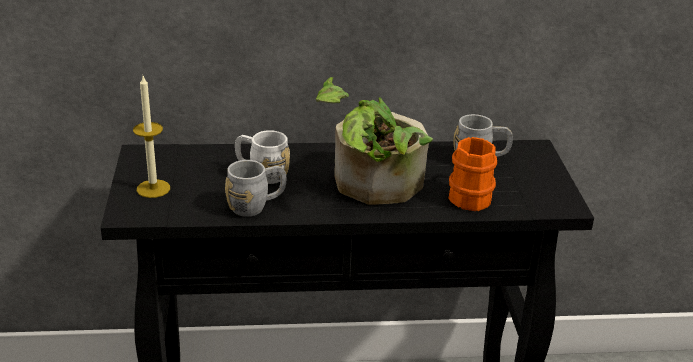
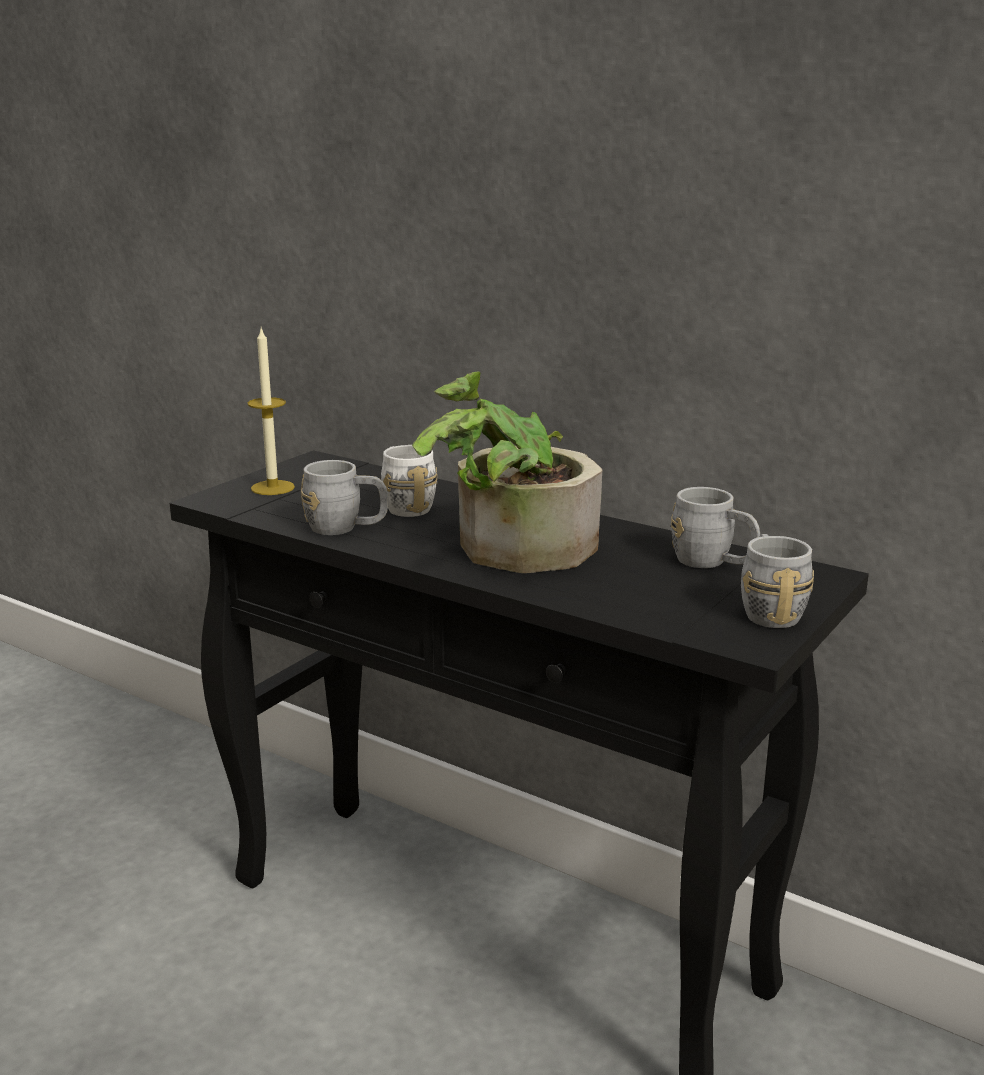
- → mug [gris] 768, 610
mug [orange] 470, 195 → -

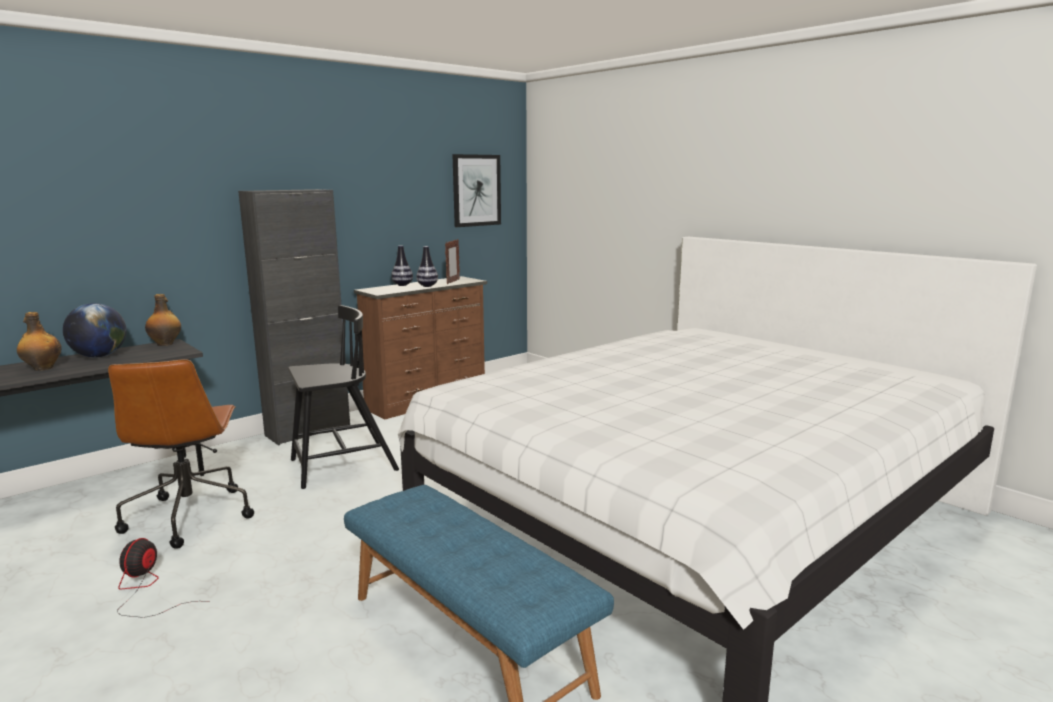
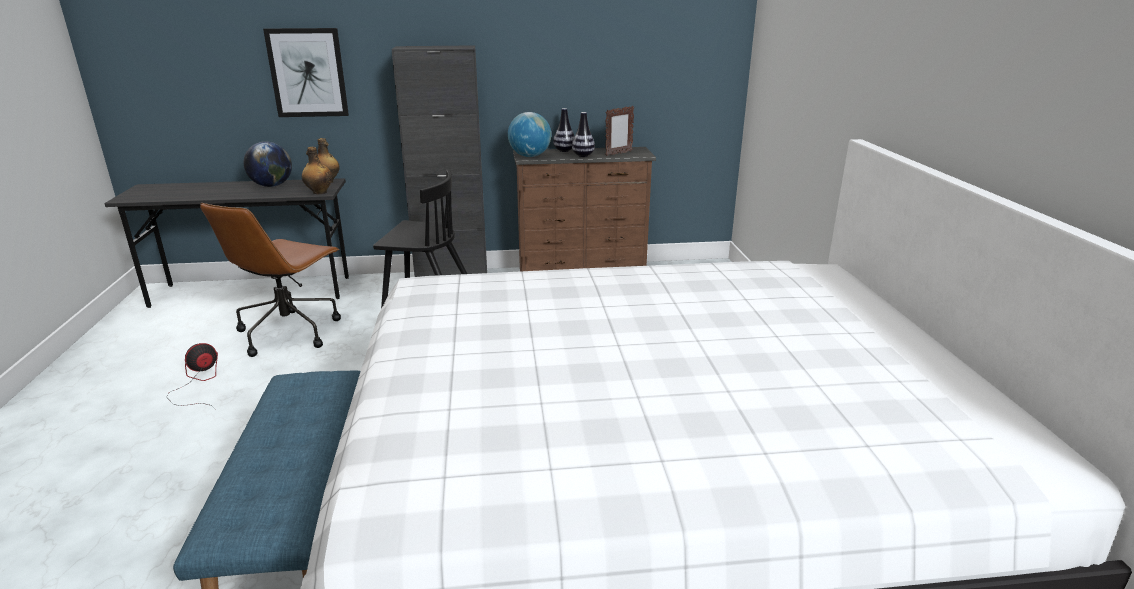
tableau 476, 190 → tableau 307, 73, relocated
bouteille 42, 368 → bouteille 319, 192, relocated
- → globe 529, 156

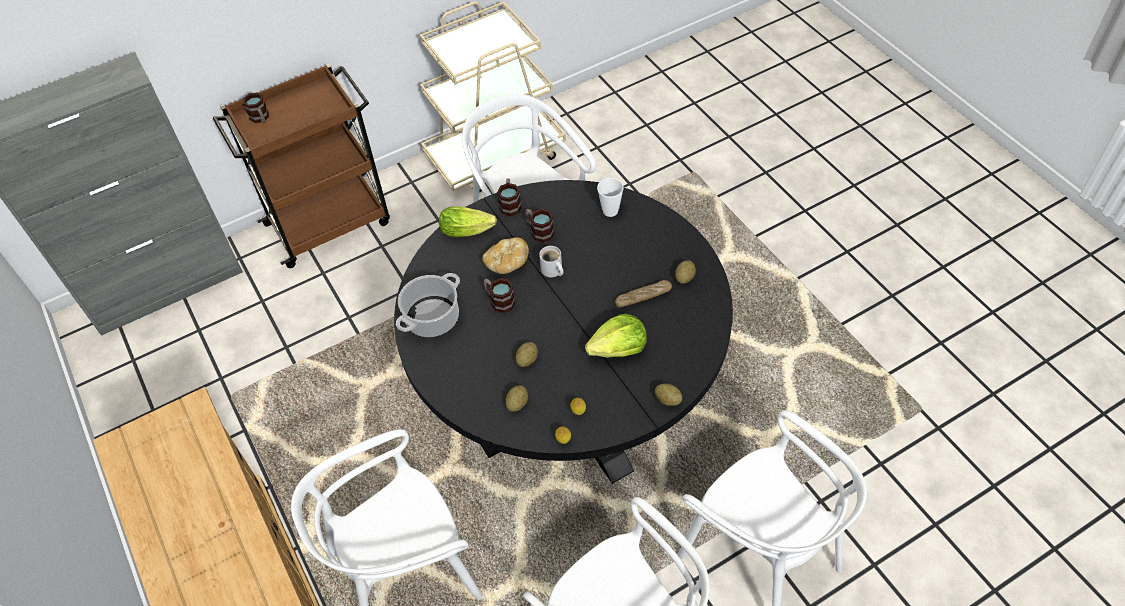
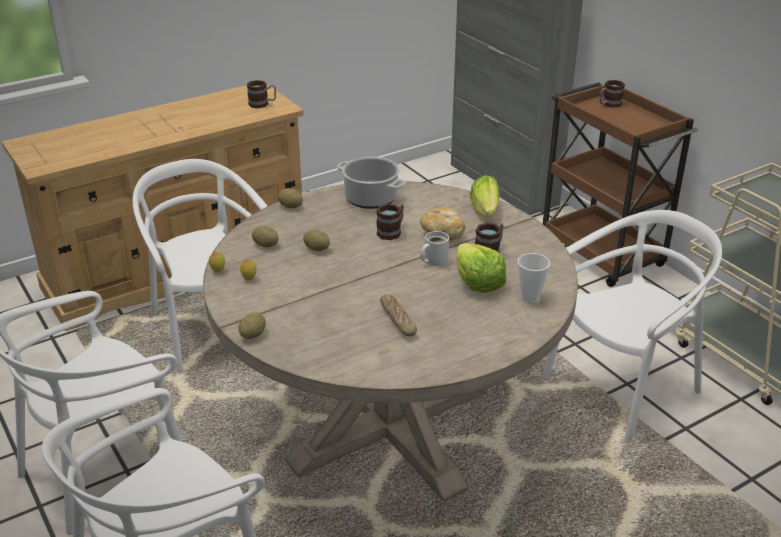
table à manger [noir] 569, 402 → table à manger [beige] 390, 426
mug 510, 204 → mug 262, 104, relocated
pomme de terre 684, 277 → pomme de terre 290, 206, relocated
laitue 618, 349 → laitue 477, 283, relocated

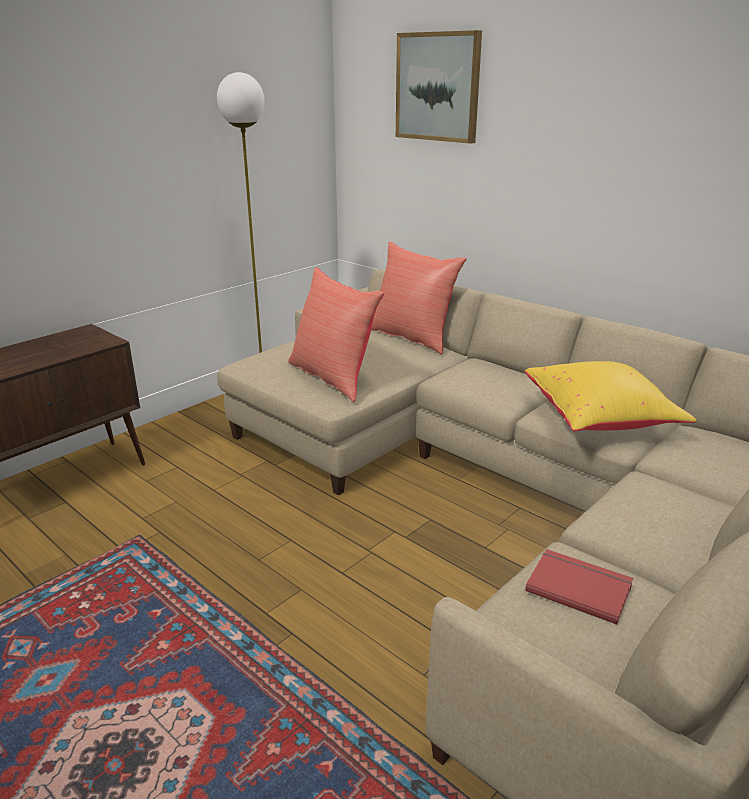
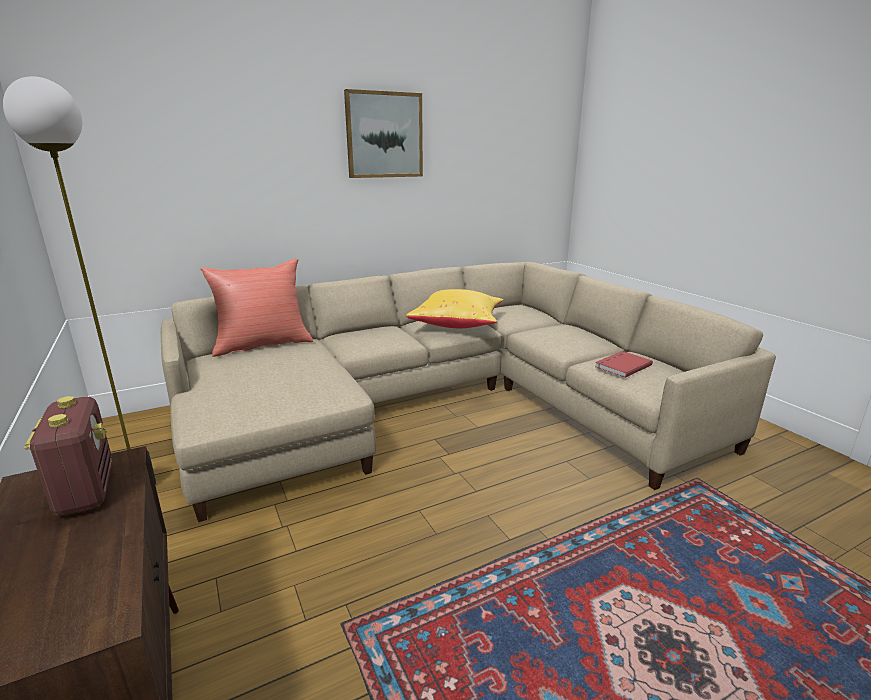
- → radio 86, 491
tableau 438, 87 → tableau 384, 135, relocated
coussin [rouge] 333, 377 → -

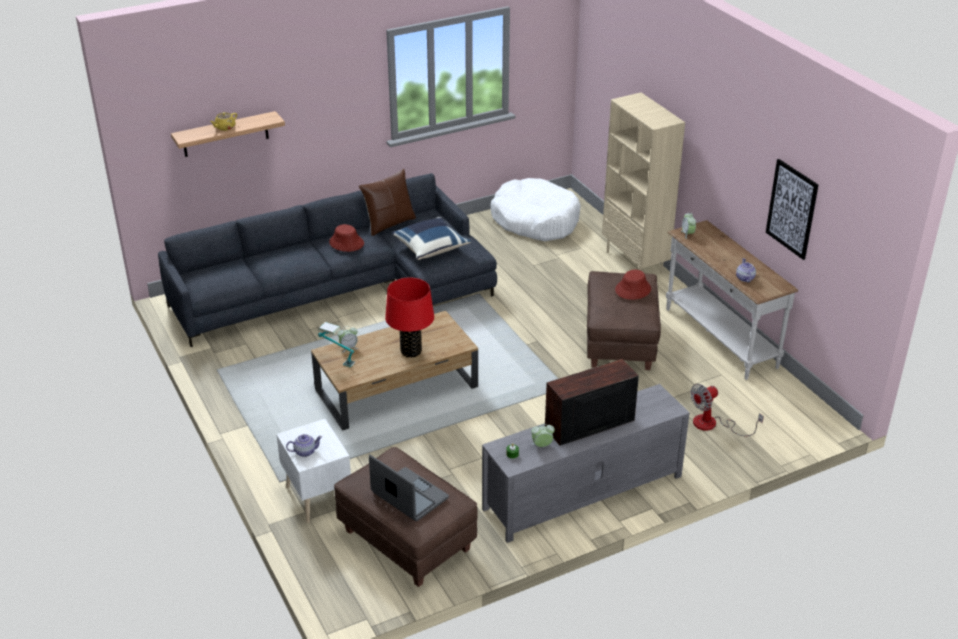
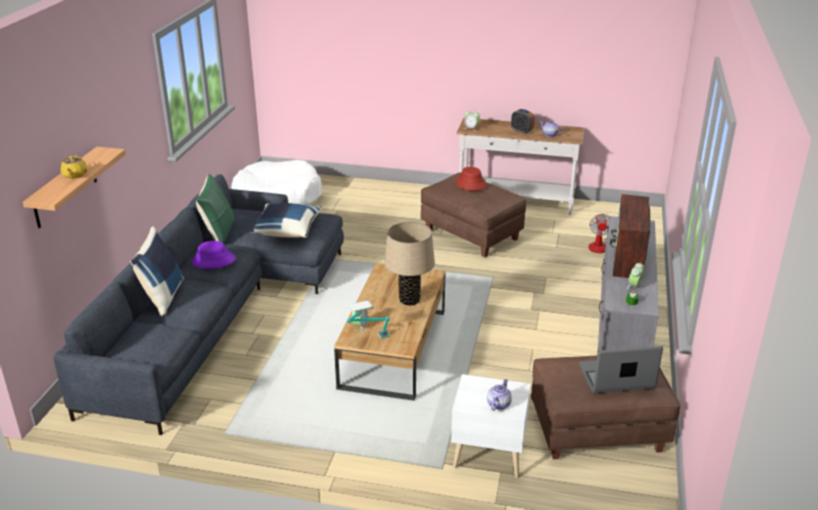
- → coussin [bleu] 162, 297
chapeau [rouge] 346, 243 → chapeau [violet] 213, 260
coussin [marron] 389, 224 → coussin [vert] 218, 233
lampe de table [rouge] 411, 352 → lampe de table [beige] 409, 300
- → réveil 521, 131
bibliothèque [beige] 635, 262 → -
tableau 792, 209 → -

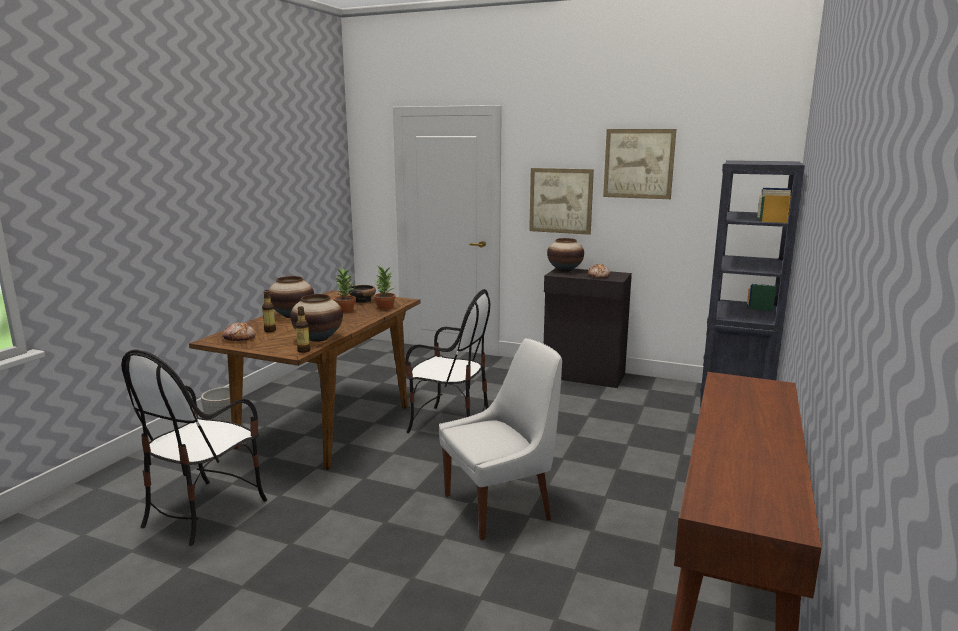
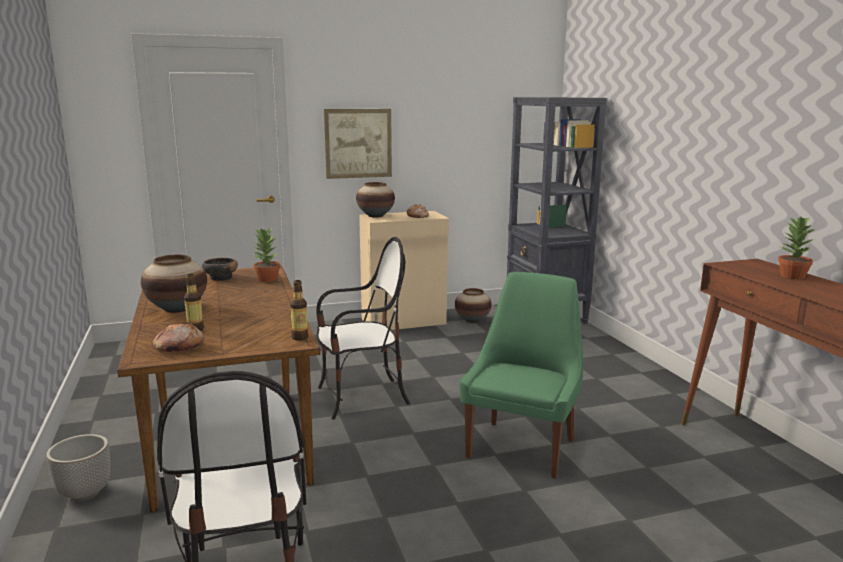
meuble de rangement [noir] 584, 376 → meuble de rangement [beige] 404, 321
vase 318, 338 → vase 472, 320, relocated
chaise [blanc] 501, 506 → chaise [vert] 522, 446
plante en pot 345, 310 → plante en pot 791, 276, relocated
tableau 638, 163 → -

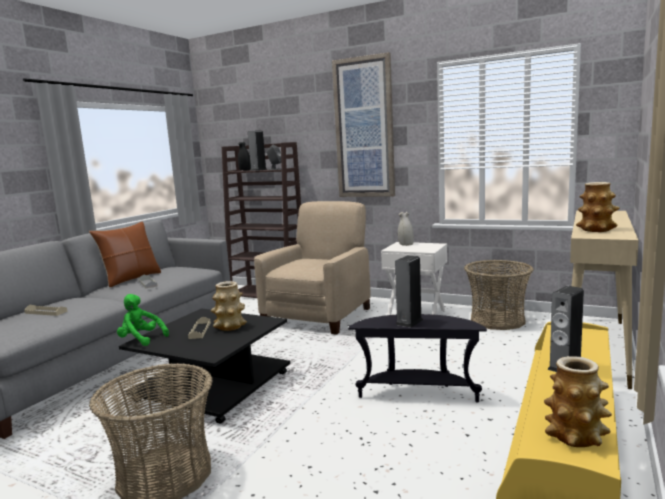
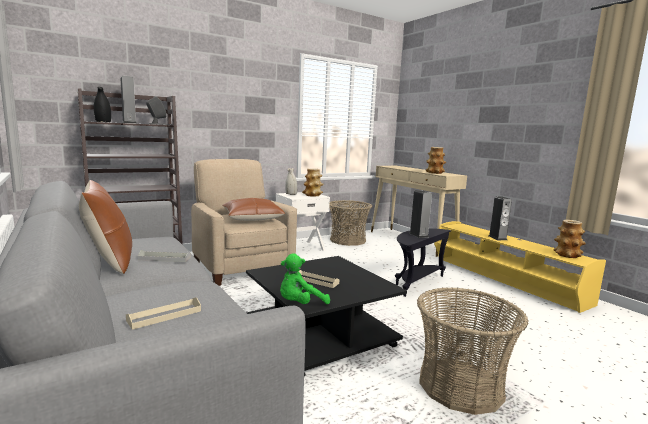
- → coussin [marron] 252, 218
vase 230, 327 → vase 312, 195, relocated
tableau 364, 128 → -

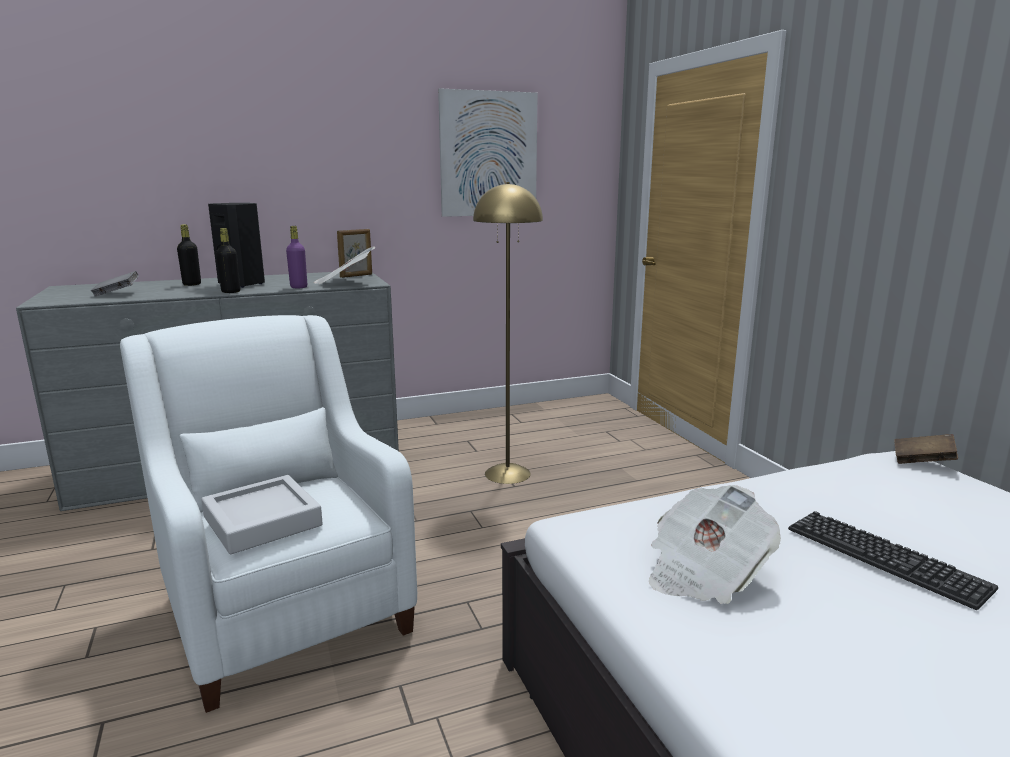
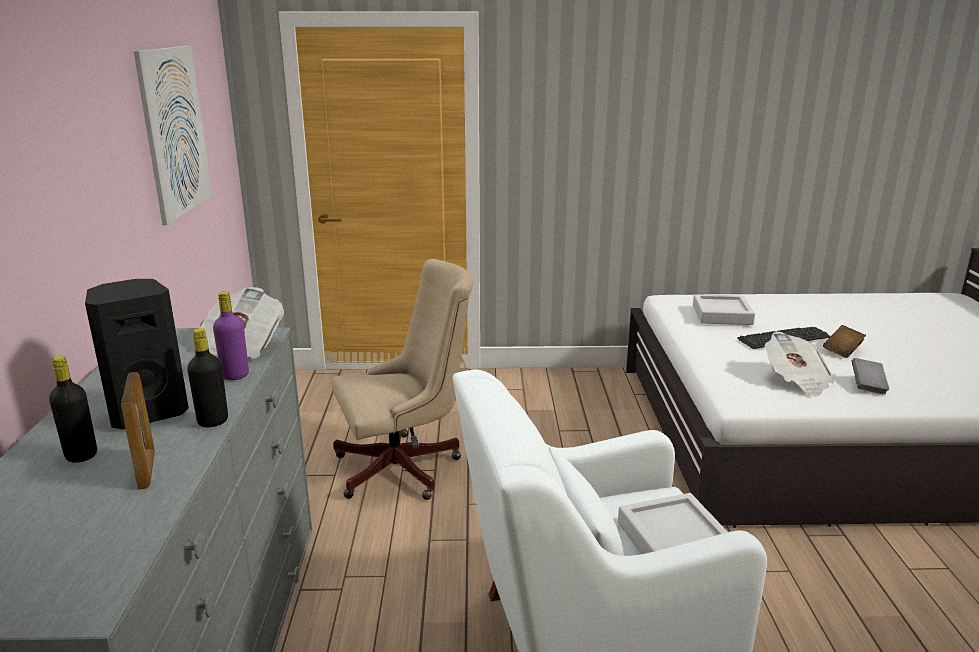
cadre photo 356, 275 → cadre photo 147, 469, relocated
lampadaire [jaune] 507, 473 → chaise de bureau [beige] 406, 468
- → plateau [gris] 722, 315
livre [marron] 922, 462 → livre [marron] 842, 350, relocated
livre [gris] 117, 294 → livre [gris] 867, 386, relocated

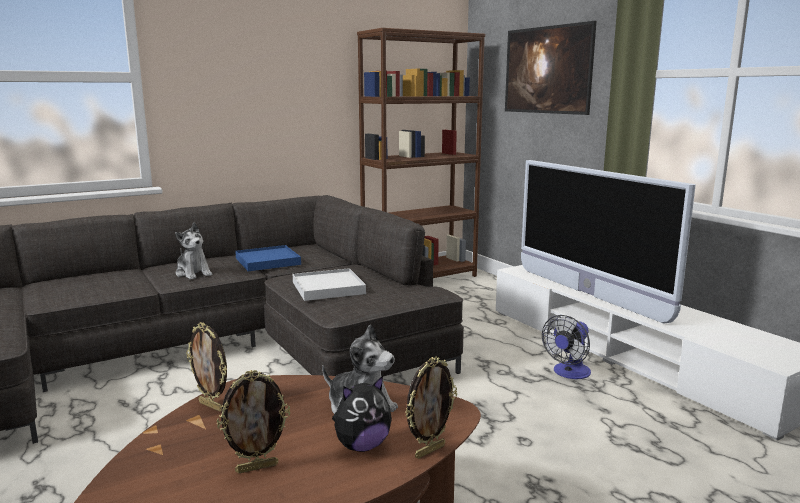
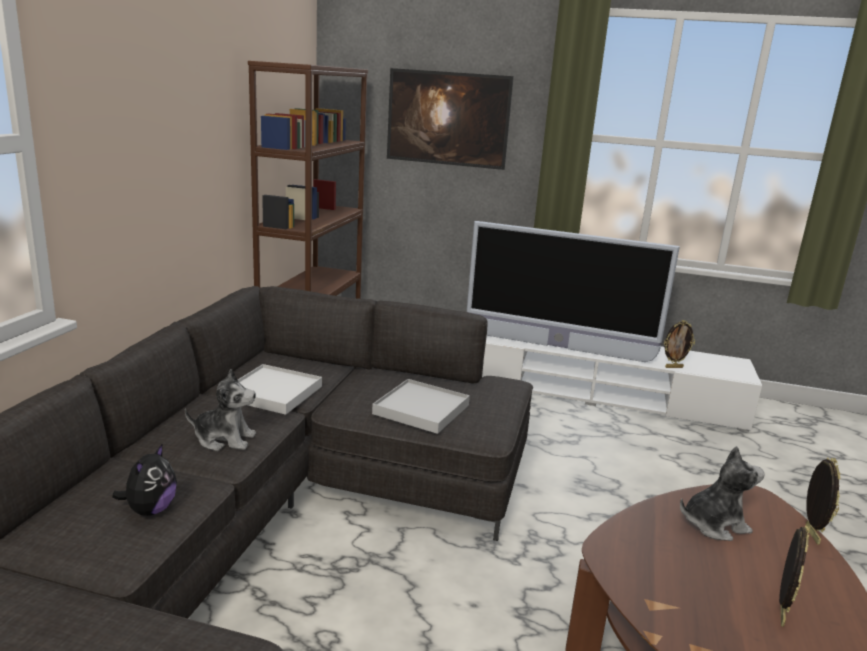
peluche 362, 446 → peluche 150, 510, relocated
plateau [bleu] 268, 261 → plateau [blanc] 273, 392
cadre photo 211, 406 → cadre photo 673, 367, relocated
ventilateur 569, 373 → -

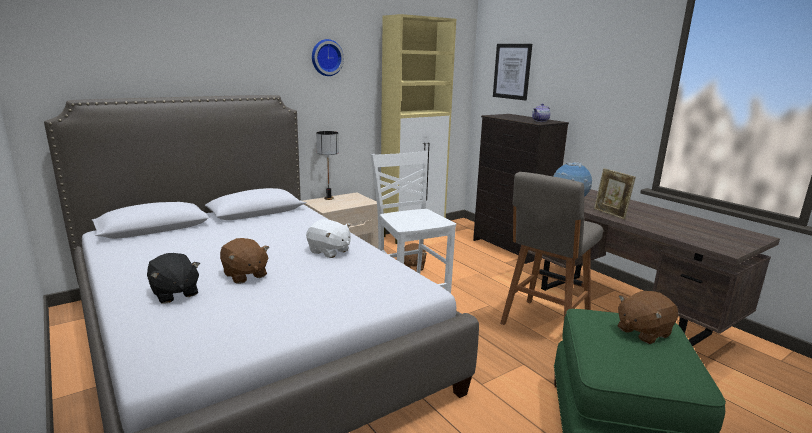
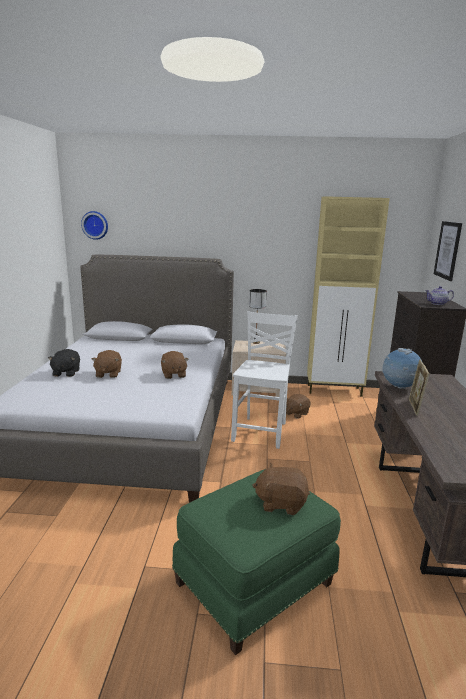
horloge murale 326, 57 → horloge murale 95, 225, relocated
peluche [blanc] 329, 251 → peluche [marron] 173, 374
tabouret [gris] 544, 324 → -

